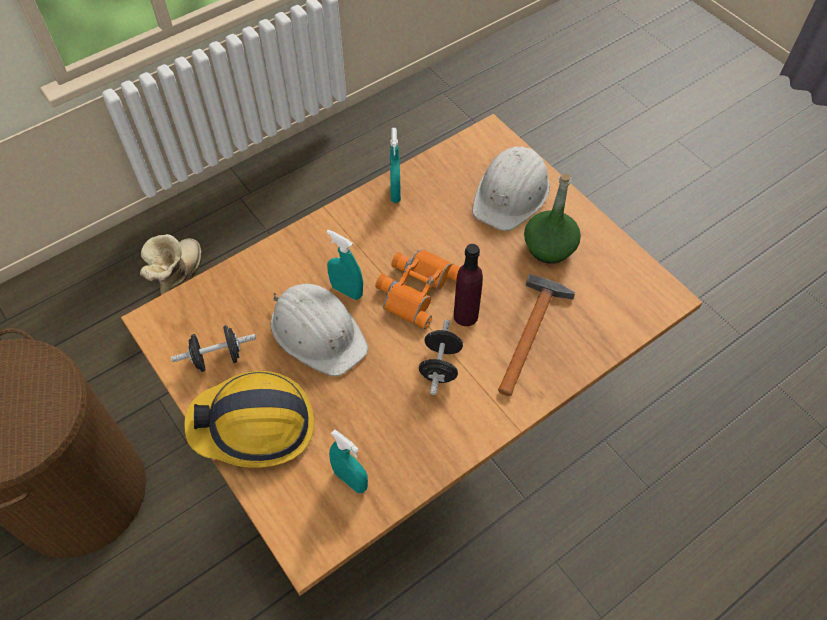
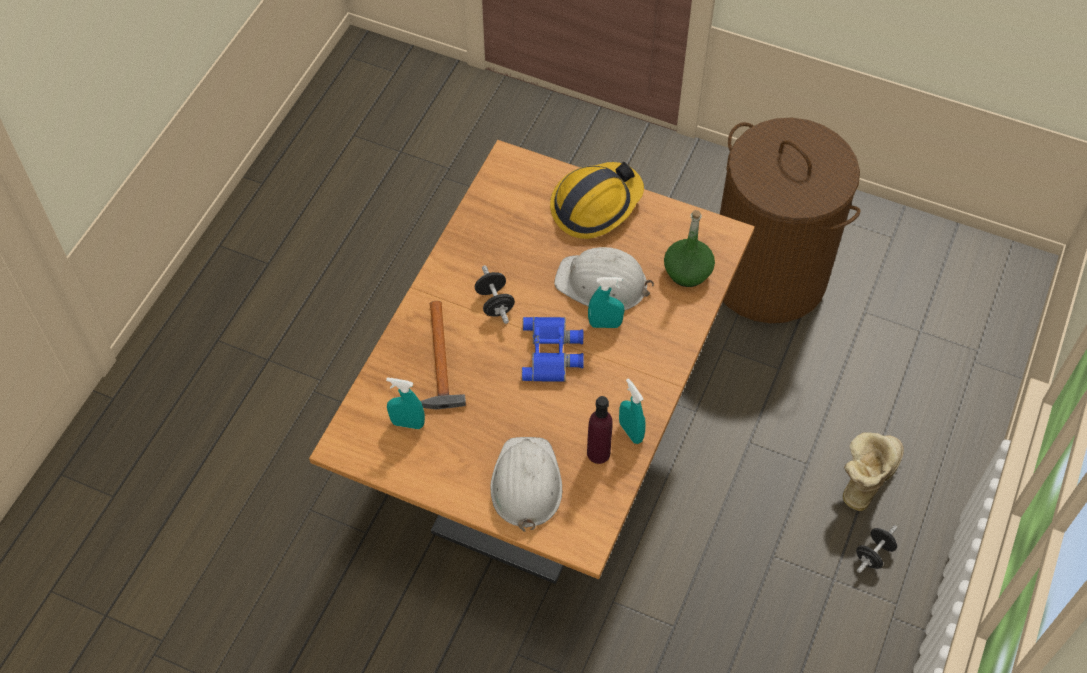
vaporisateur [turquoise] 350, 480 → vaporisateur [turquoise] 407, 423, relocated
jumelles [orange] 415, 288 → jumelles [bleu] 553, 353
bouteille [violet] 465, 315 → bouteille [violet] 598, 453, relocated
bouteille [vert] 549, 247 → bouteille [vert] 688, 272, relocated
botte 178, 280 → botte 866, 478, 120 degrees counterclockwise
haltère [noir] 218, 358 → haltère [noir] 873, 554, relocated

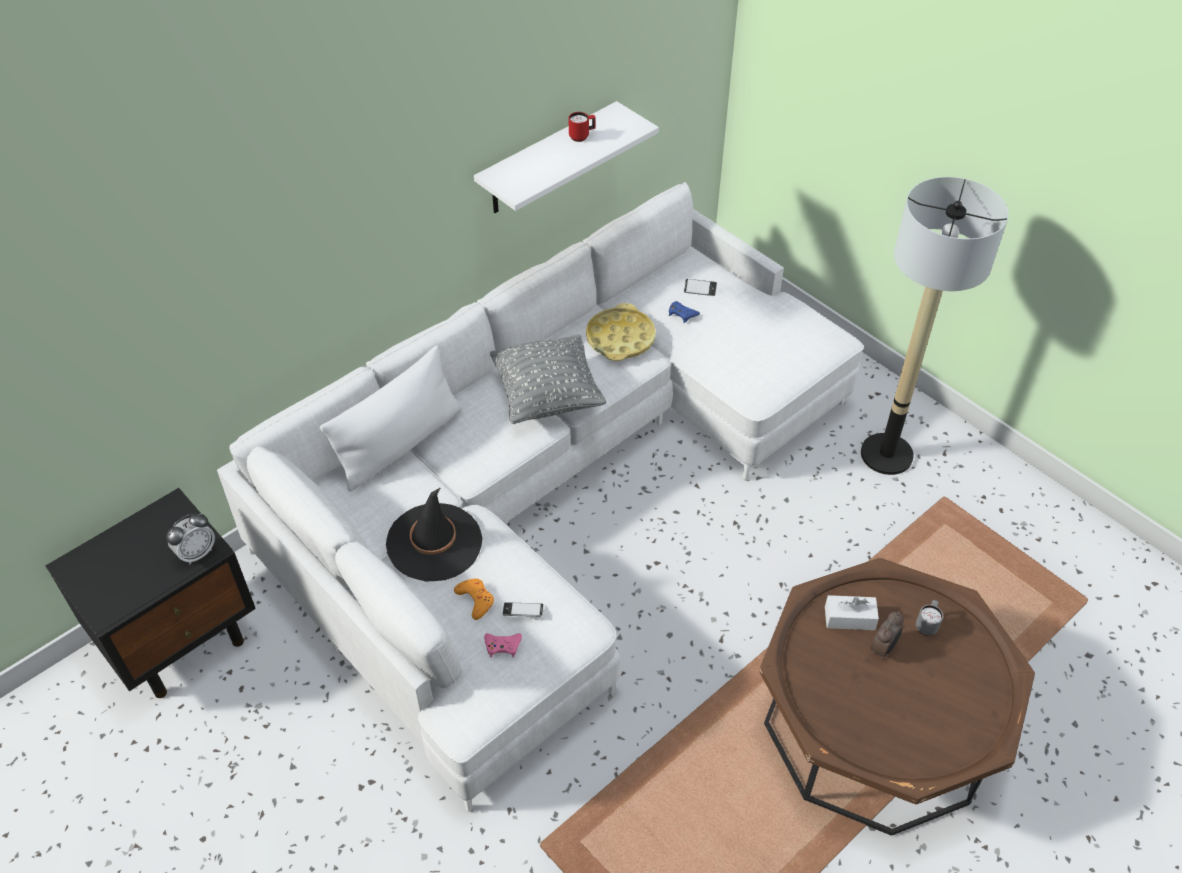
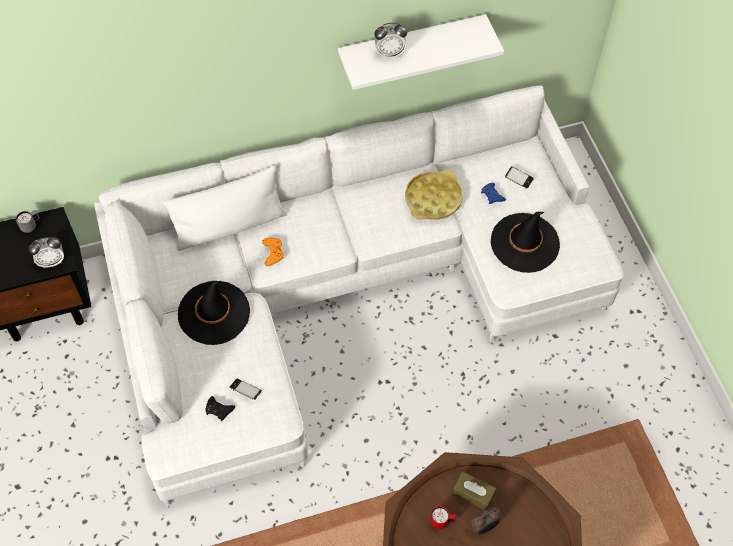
mug [gris] 927, 625 → mug [gris] 31, 226, relocated
manette [rose] 502, 646 → manette [noir] 219, 410
manette [orange] 475, 600 → manette [orange] 273, 252, relocated
- → réveil 390, 54
mug [rouge] 582, 136 → mug [rouge] 442, 522, relocated
boîte à mouchoirs [blanc] 849, 618 → boîte à mouchoirs [marron] 473, 493
- → chapeau [noir] 525, 243
coussin [gris] 547, 397 → -
lampadaire 887, 455 → -

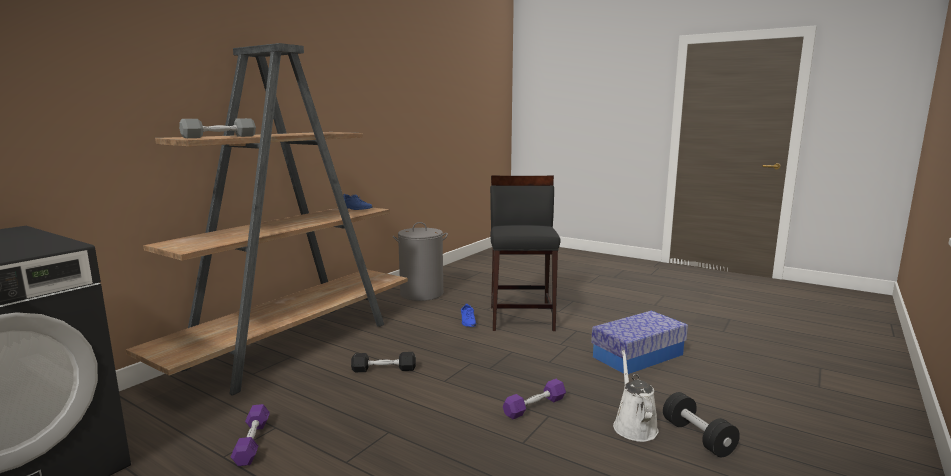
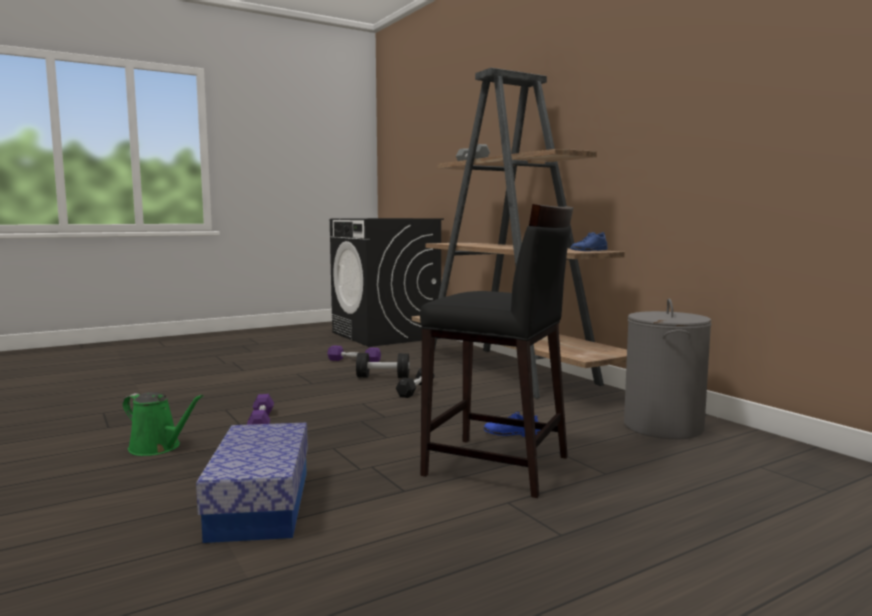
arrosoir [blanc] 633, 426 → arrosoir [vert] 158, 447
haltère [noir] 697, 437 → haltère [noir] 383, 377, relocated

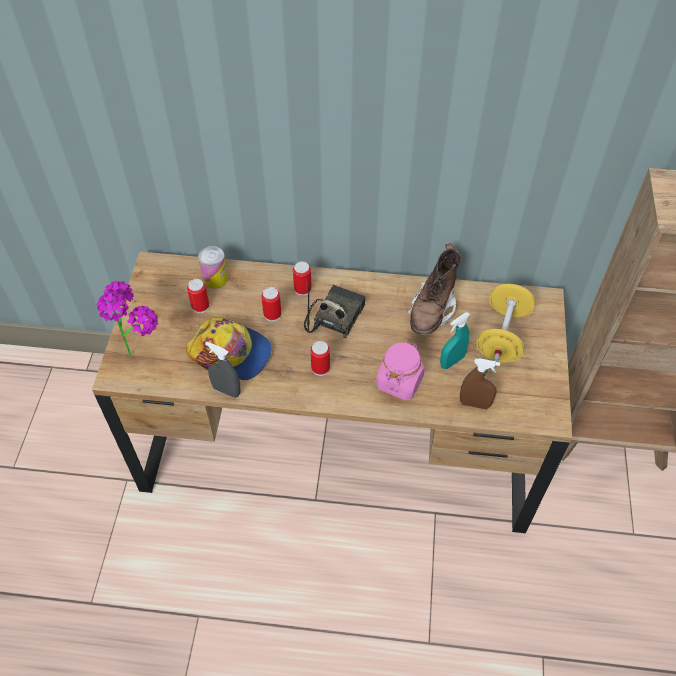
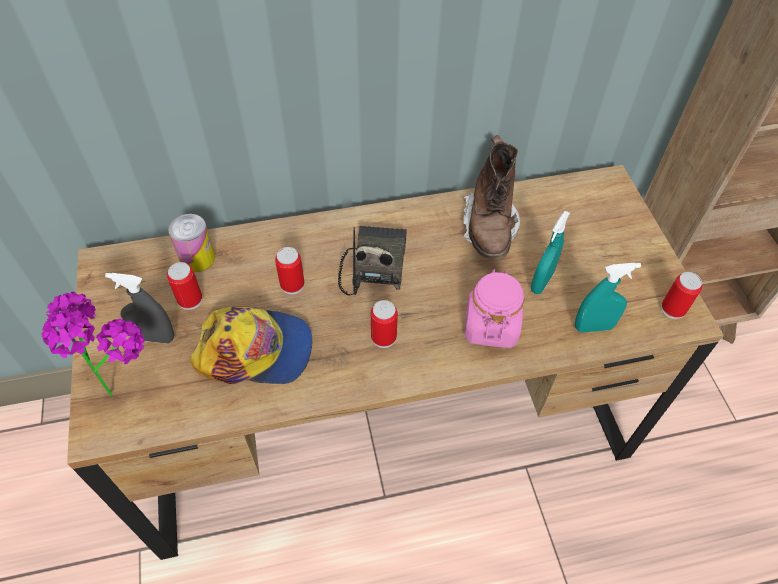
vaporisateur [gris] 226, 390 → vaporisateur [gris] 155, 337, relocated
vaporisateur [marron] 474, 403 → vaporisateur [turquoise] 593, 327
boîte métallique 302, 289 → boîte métallique 673, 309, relocated
haltère [jaune] 502, 336 → -

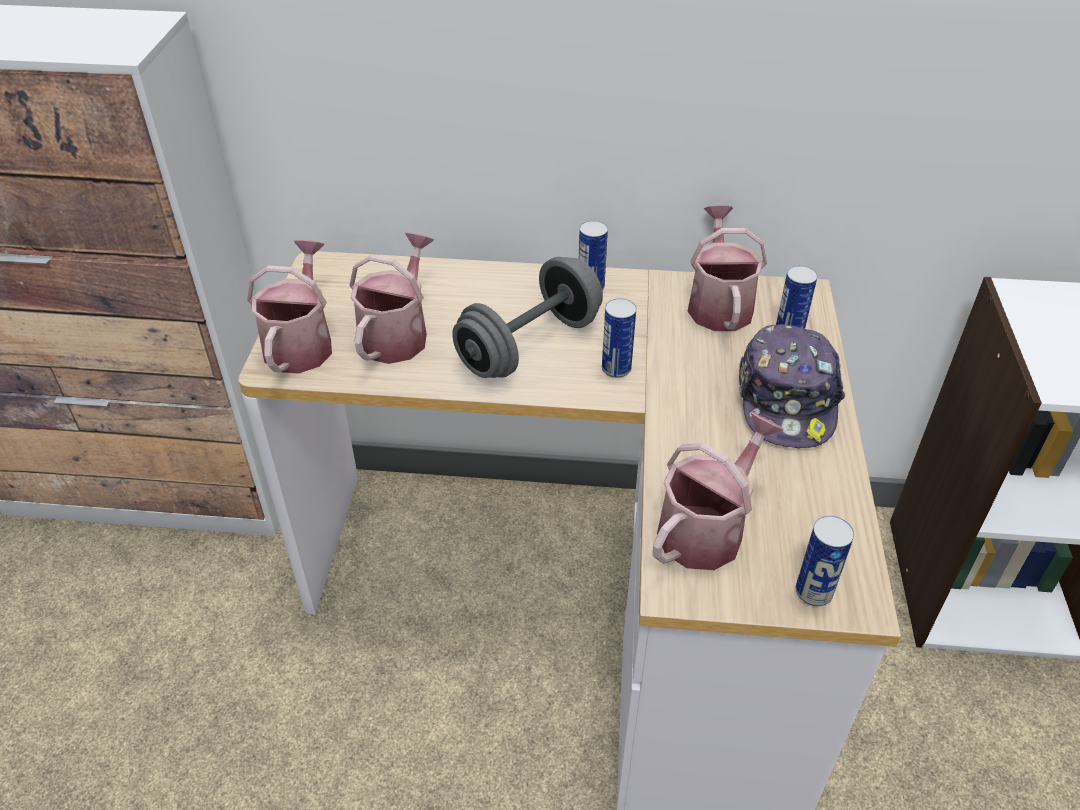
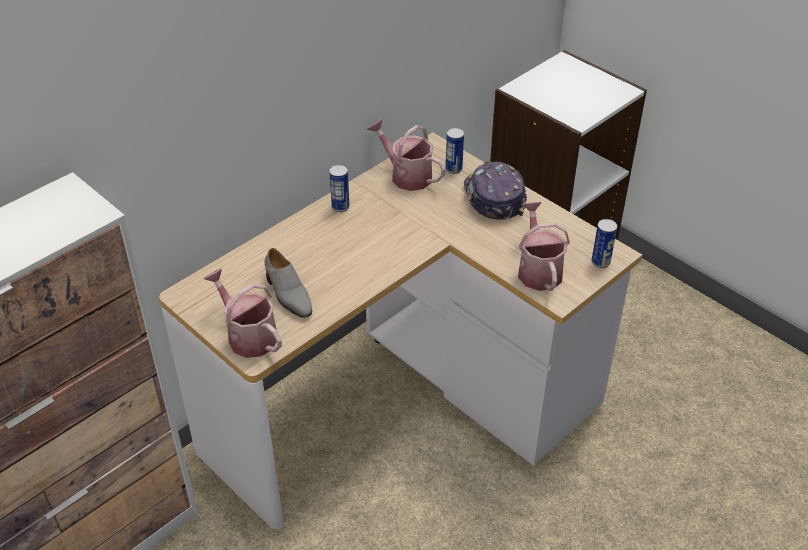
arrosoir 397, 334 → chaussure [gris] 288, 294
casquette 787, 400 → casquette 493, 198, 150 degrees counterclockwise
haltère [gris] 529, 345 → -
boîte métallique 616, 369 → -

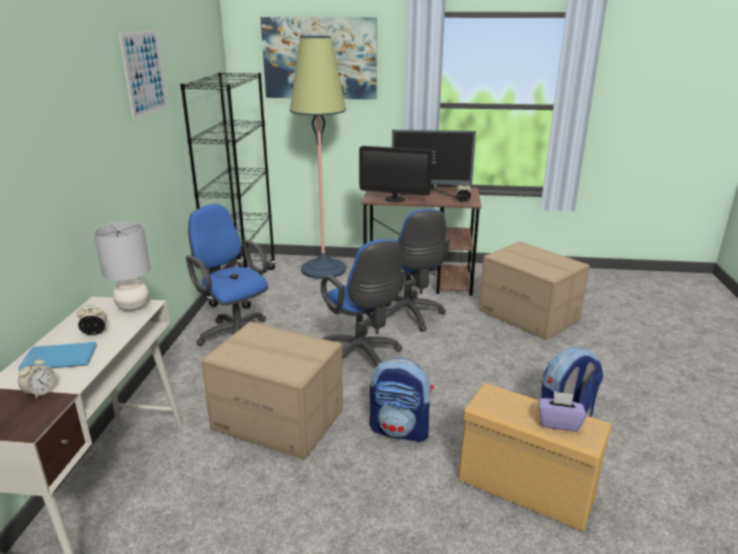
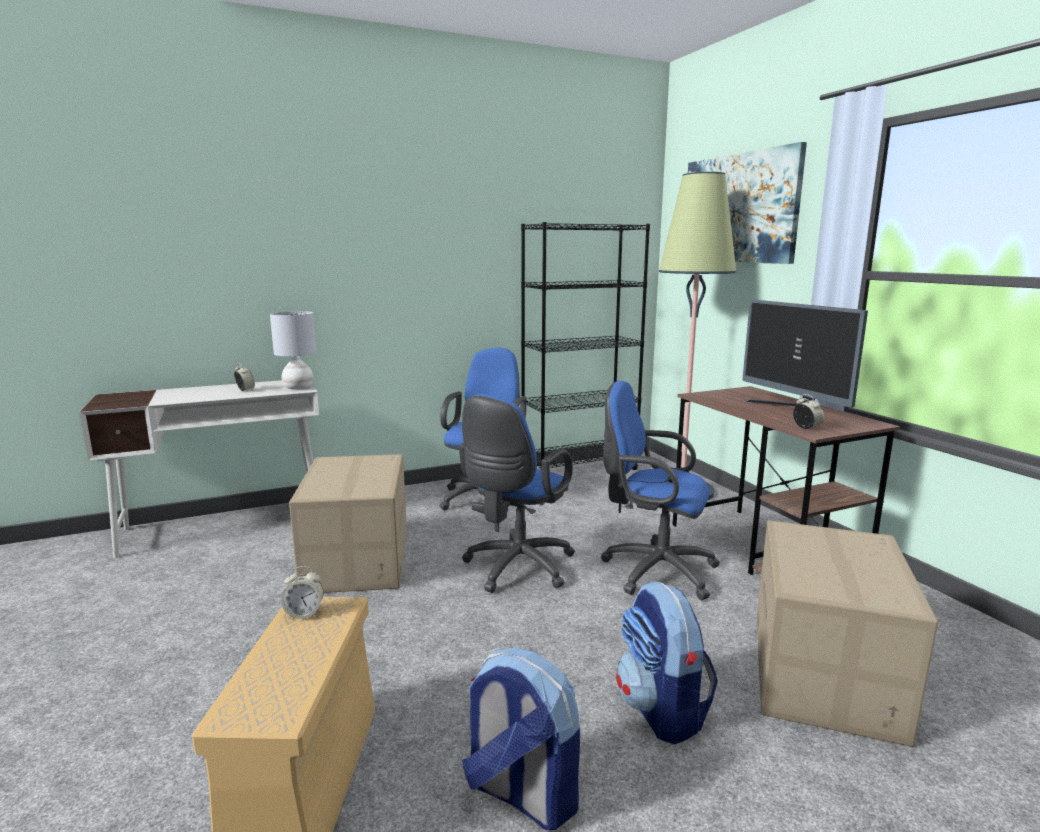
réveil 40, 392 → réveil 304, 614, relocated
chaise de bureau [bleu] 409, 316 → chaise de bureau [bleu] 653, 570, 75 degrees clockwise
sac à dos 400, 430 → sac à dos 662, 710, relocated
livre [bleu] 58, 357 → -
tableau 144, 73 → -
écran d'ordinateur 394, 199 → -
boîte à mouchoirs [violet] 559, 423 → -

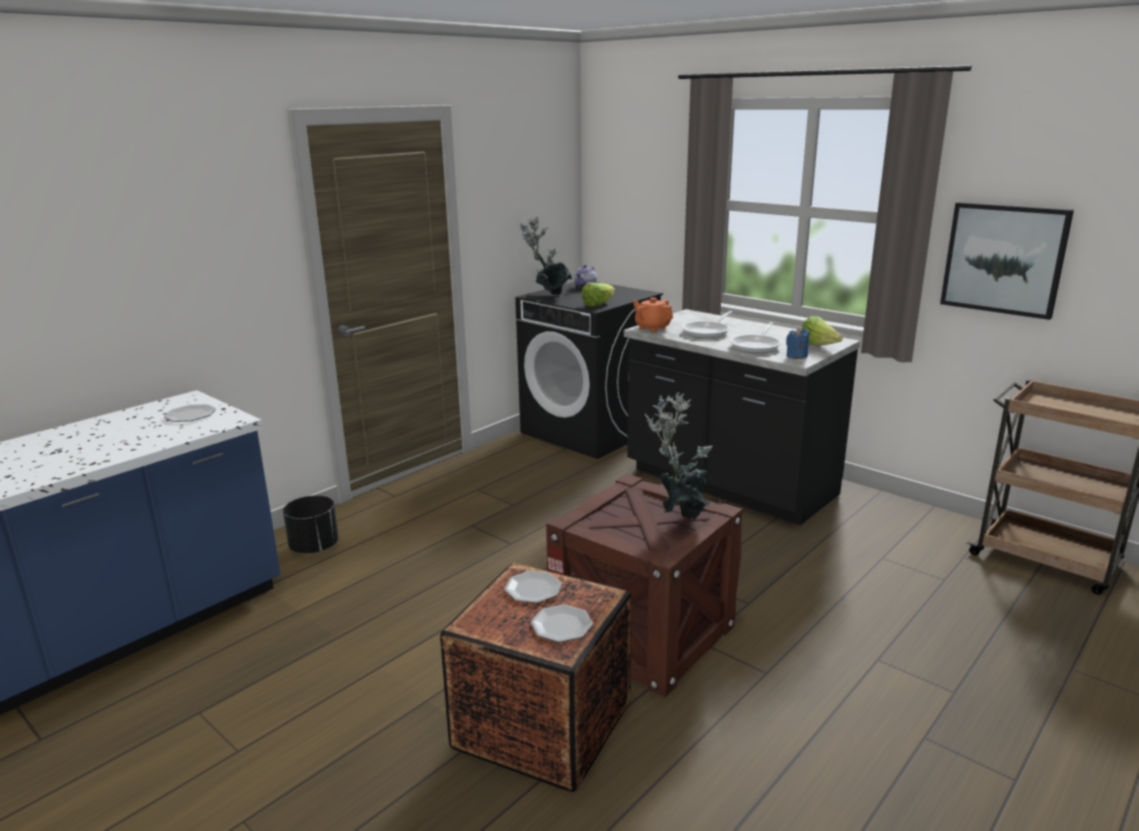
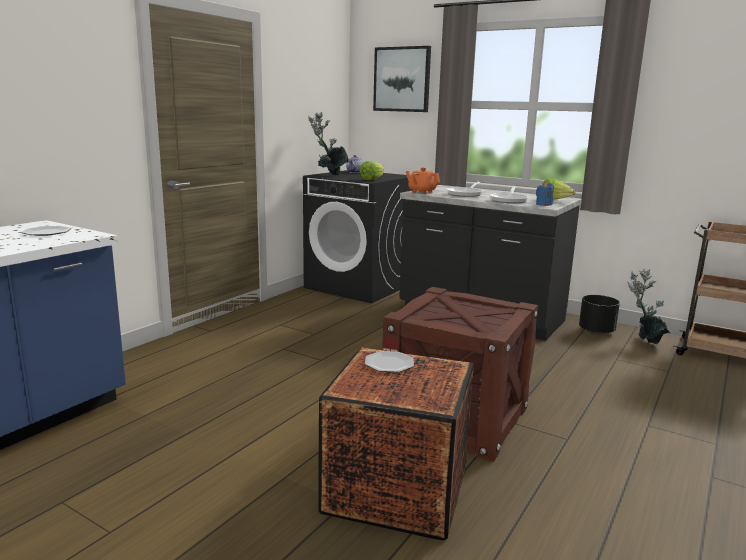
tableau 1004, 259 → tableau 402, 79, relocated
cache-pot [noir] 314, 547 → cache-pot [noir] 596, 331, relocated
plante en pot 680, 515 → plante en pot 644, 342, relocated
assiette 562, 626 → -

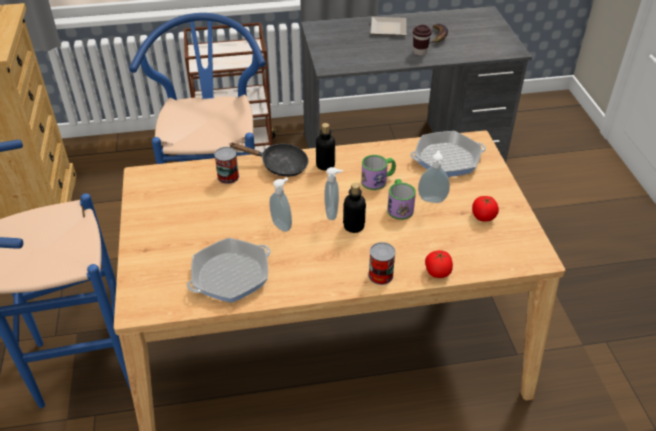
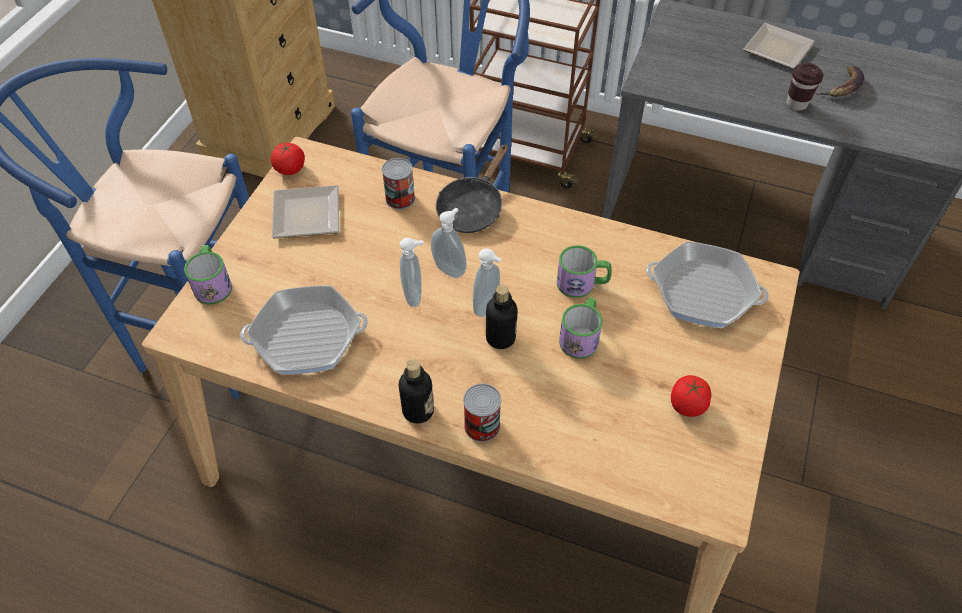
- → mug 213, 283
tomate 437, 272 → tomate 290, 169, relocated
- → assiette 304, 217
bouteille 325, 165 → bouteille 418, 410, relocated
distributeur de savon 432, 199 → distributeur de savon 450, 268, relocated
poêle [noir] 279, 165 → poêle [noir] 472, 207, 75 degrees clockwise

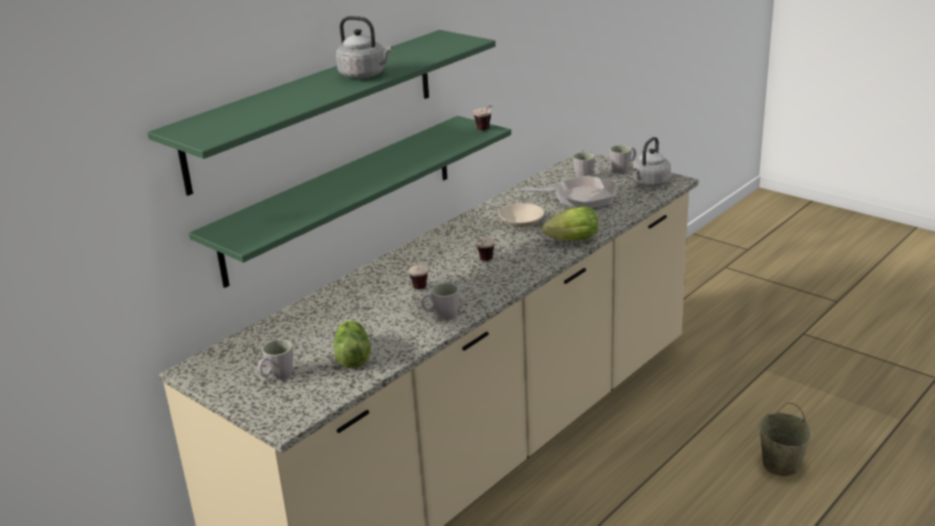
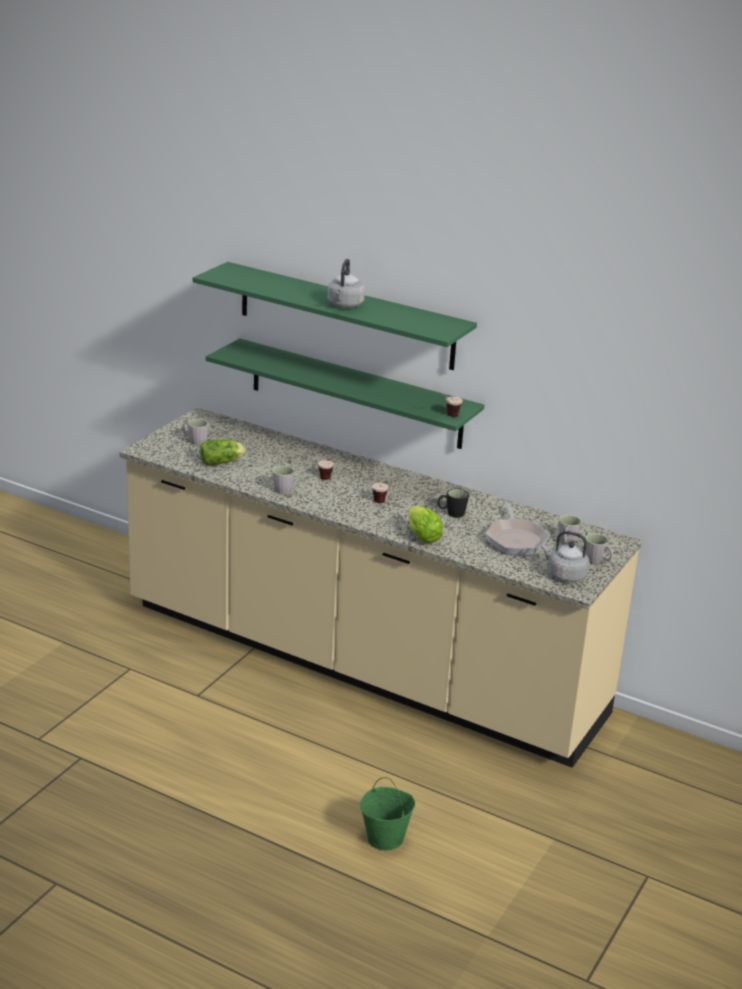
seau [beige] 780, 464 → seau [vert] 386, 838
bol [beige] 522, 223 → mug [noir] 451, 513

